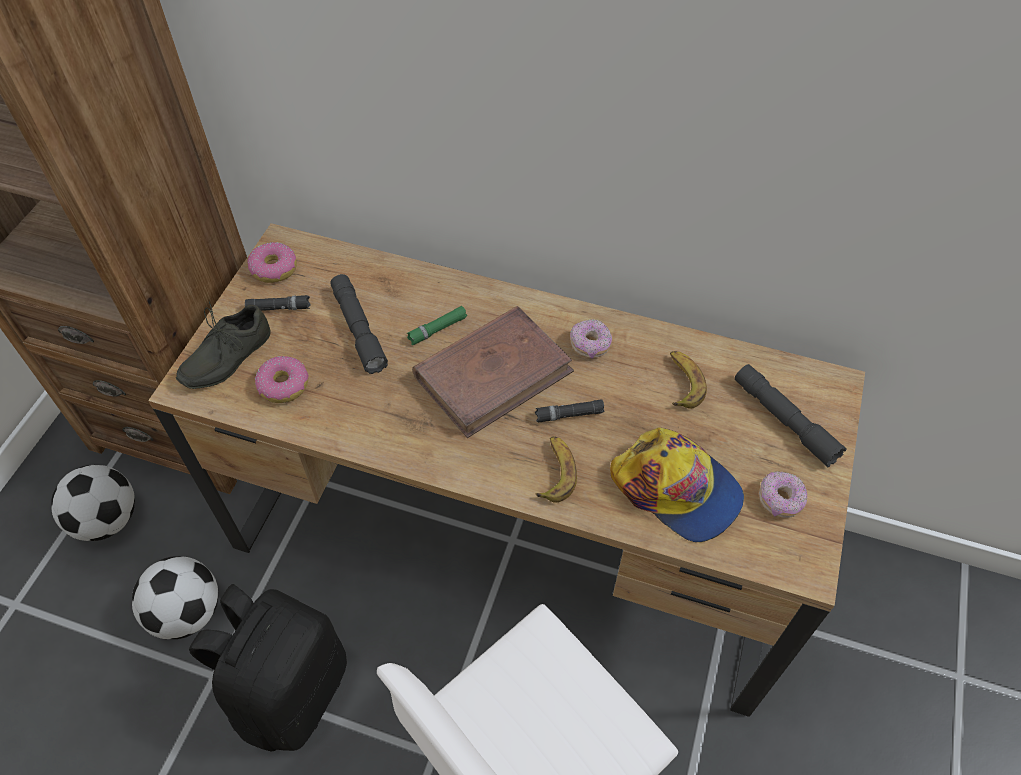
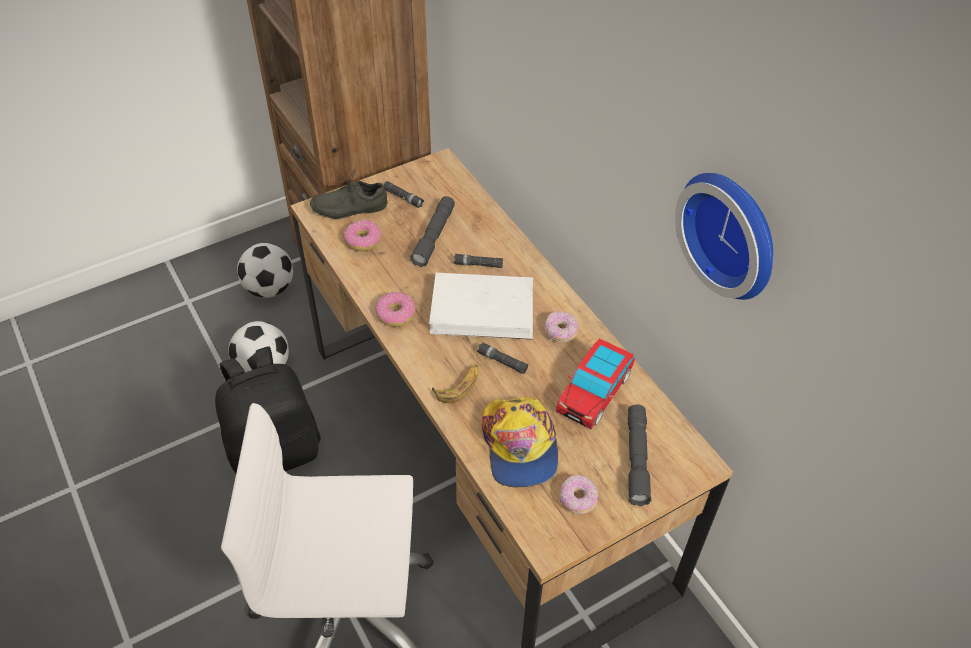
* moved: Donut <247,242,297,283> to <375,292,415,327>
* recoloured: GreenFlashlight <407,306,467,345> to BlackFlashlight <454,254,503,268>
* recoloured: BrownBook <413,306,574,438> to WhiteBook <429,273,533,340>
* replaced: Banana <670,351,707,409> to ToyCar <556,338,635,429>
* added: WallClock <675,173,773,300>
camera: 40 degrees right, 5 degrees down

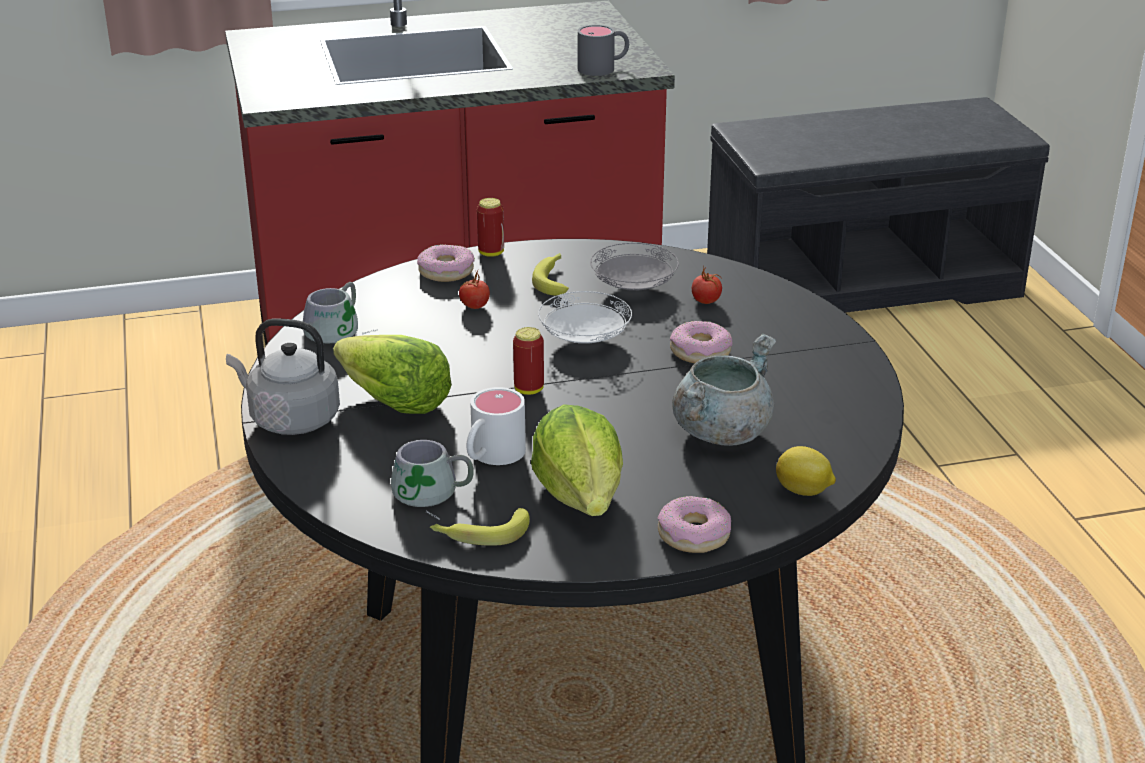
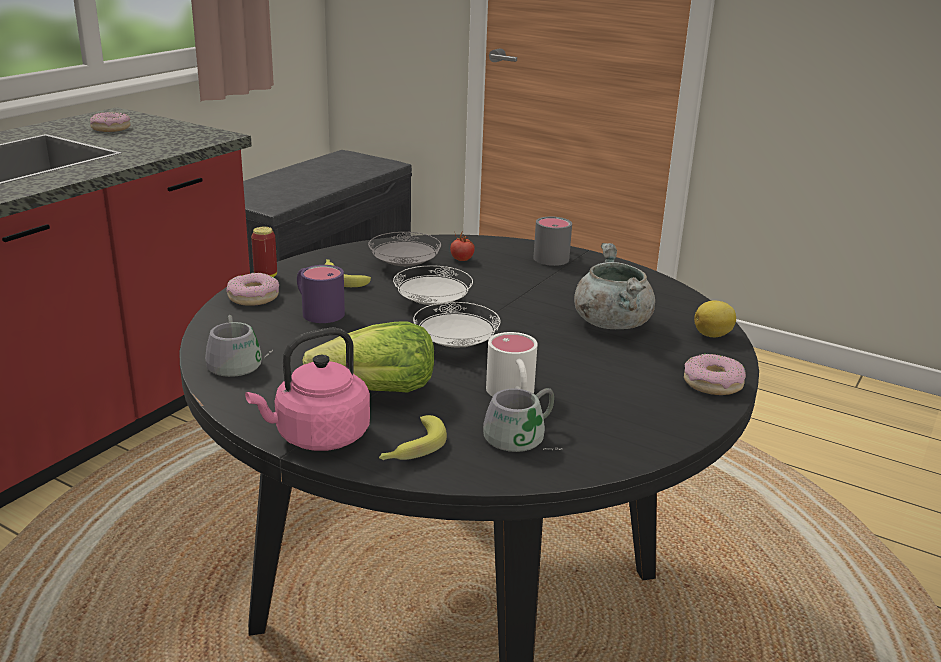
* recoloured: GreyKettle <226,318,340,435> to PinkKettle <245,328,370,451>
* moved: Banana <430,508,530,546> to <379,415,447,460>
* replaced: Tomato <459,271,490,309> to PurpleMug <297,265,345,323>
* replaced: Can <513,327,544,395> to WhitePlate <413,302,500,348>
* removed: Lettuce <531,404,623,516>
* moved: GreyMug <578,25,629,76> to <533,217,572,266>
* moved: Donut <670,321,733,363> to <90,112,131,132>
camera: 45 degrees left, 5 degrees down

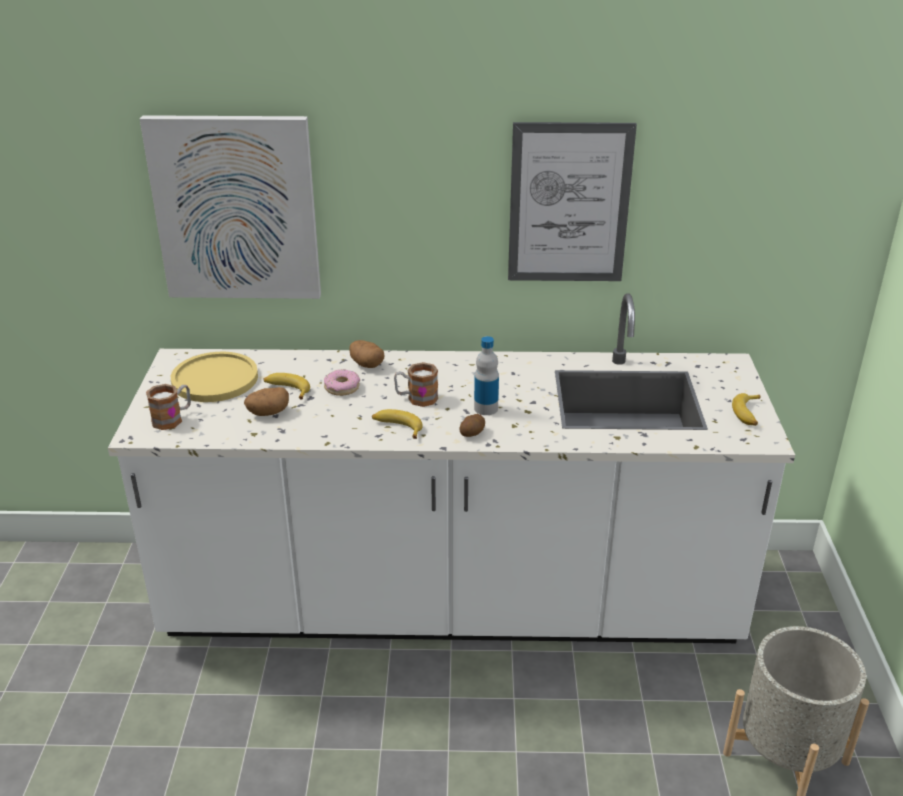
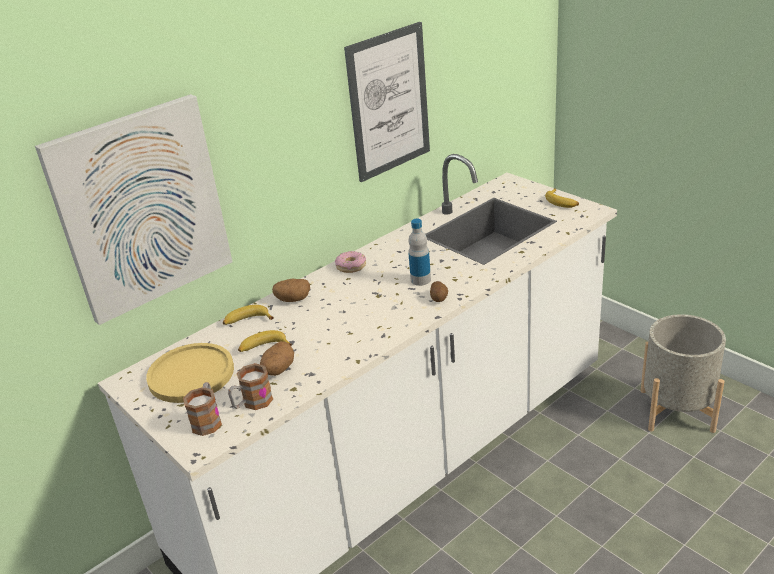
* moved: Donut <324,369,360,396> to <335,251,366,273>
* moved: Banana <372,409,423,439> to <223,305,274,325>
* moved: Mug <394,362,438,407> to <228,363,273,410>
camera: 40 degrees left, 0 degrees up

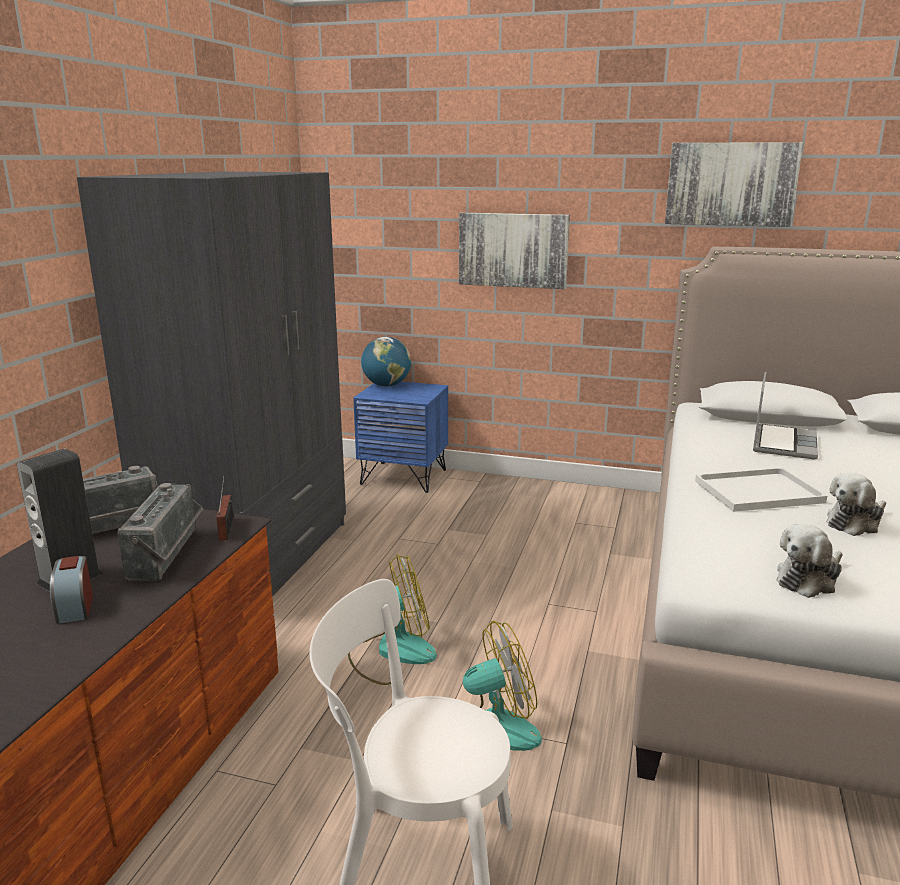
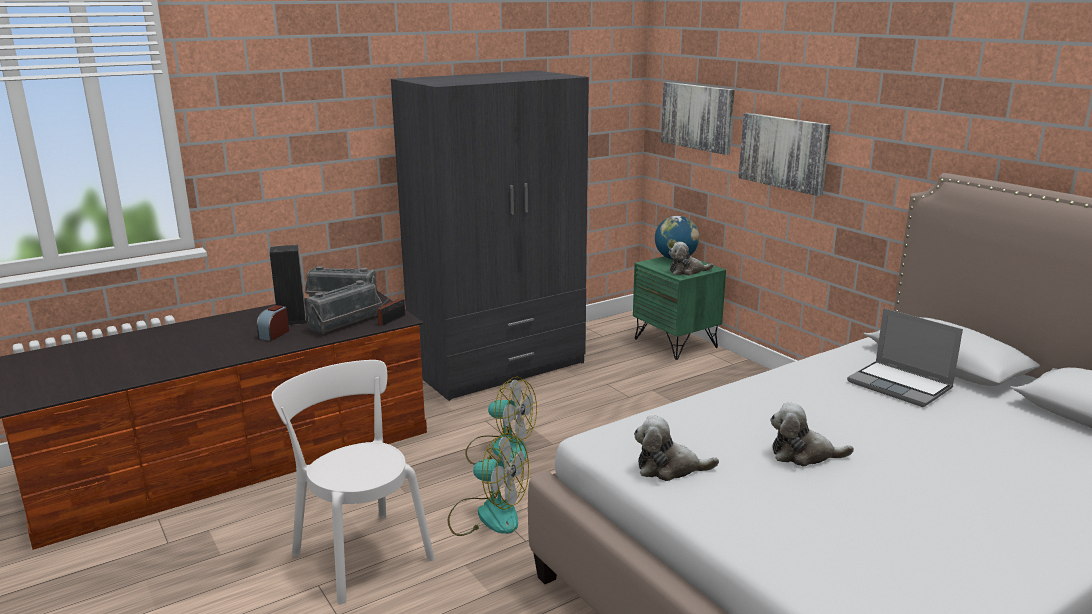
* recoloured: BlueNightstand <353,381,448,493> to GreenNightstand <633,256,726,360>
* moved: Picture <665,142,803,227> to <661,82,735,155>
* removed: WhiteTray <695,468,827,512>
* turned: Laptop <753,372,818,460> = <847,308,963,407> 75 degrees clockwise
* added: PlushToy <669,242,714,276>
camera: 40 degrees right, 0 degrees up

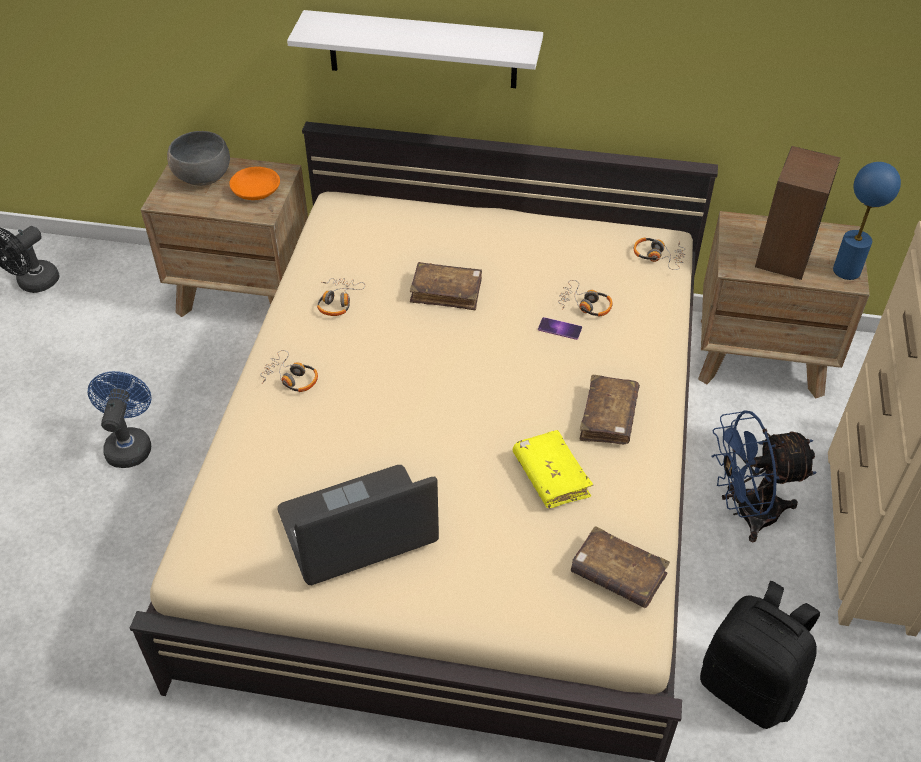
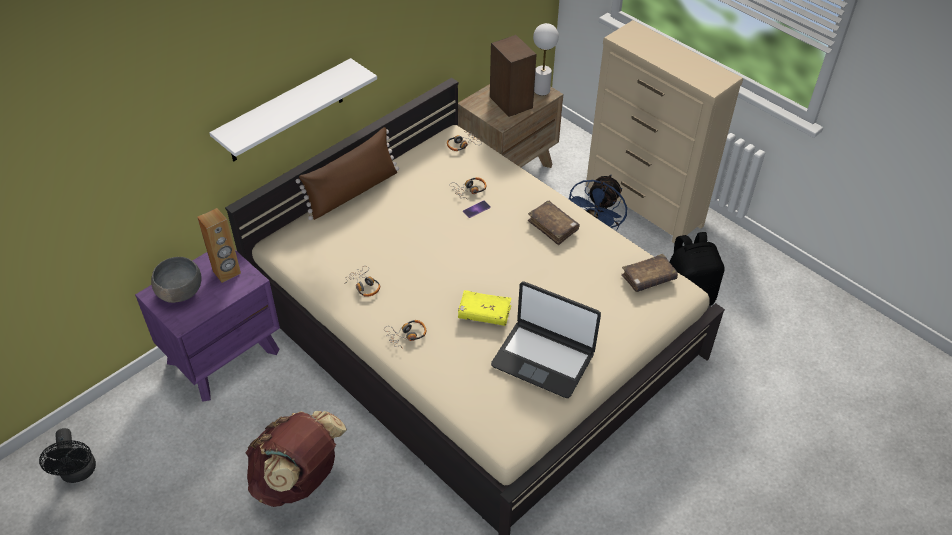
* replaced: BlueFan <88,371,151,468> to BrownBackpack <245,411,347,507>
* recoloured: BrownNightstand <141,157,308,317> to PurpleNightstand <135,250,280,402>
* replaced: OrangeBowl <229,167,280,200> to BrownSpeaker <197,208,241,283>
* turned: Laptop <277,465,439,585> = <491,281,601,398> 75 degrees counterclockwise
* removed: BrownBook <410,262,482,310>
* moved: YellowBook <513,430,593,508> to <458,290,512,326>
* recoloured: BlueTableLamp <833,162,901,280> to WhiteTableLamp <533,23,559,96>
* added: BrownPillow <296,127,399,220>
camera: 55 degrees left, 0 degrees up

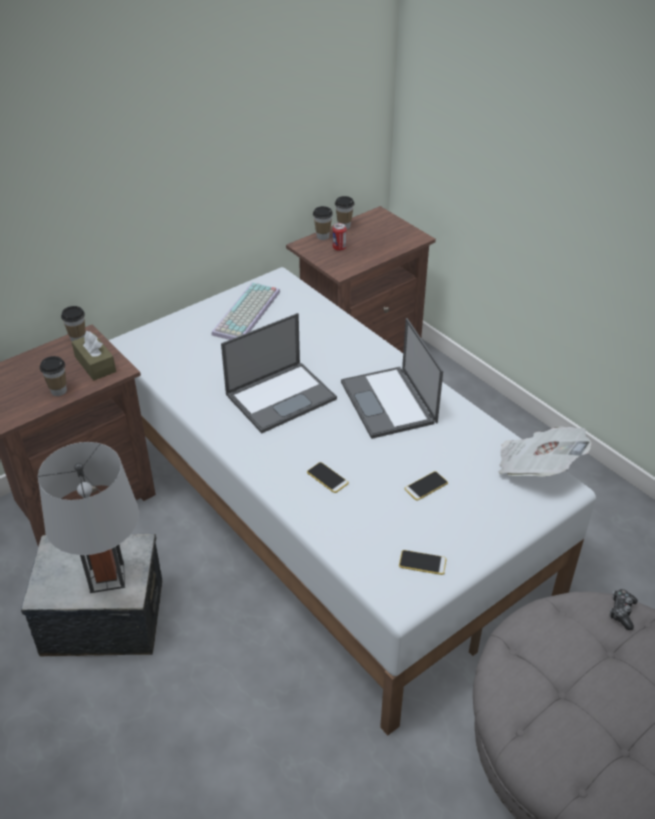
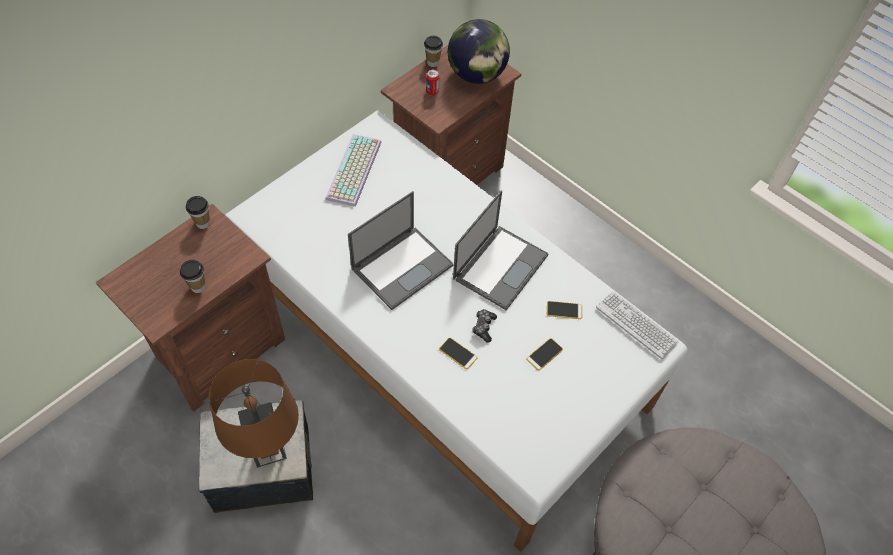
* recoloured: GreyTableLamp <38,442,139,593> to BrownTableLamp <209,359,299,468>
* removed: BrownTissueBox <72,331,116,381>
* removed: Cup <313,206,333,240>
* turned: Laptop <341,318,443,439> = <453,190,549,310> 120 degrees counterclockwise
* moved: Phone <399,550,447,575> to <547,301,582,319>
* replaced: Newspaper <499,426,592,477> to Keyboard <596,291,679,359>
* moved: GameController <610,589,638,630> to <473,309,497,343>
* added: Globe <448,19,510,84>
camera: 10 degrees left, 15 degrees up

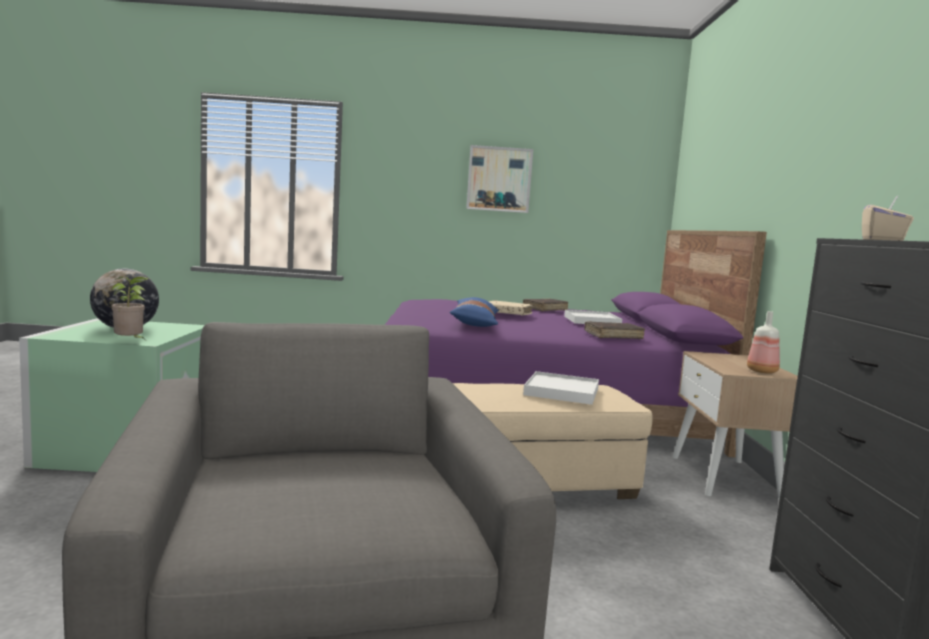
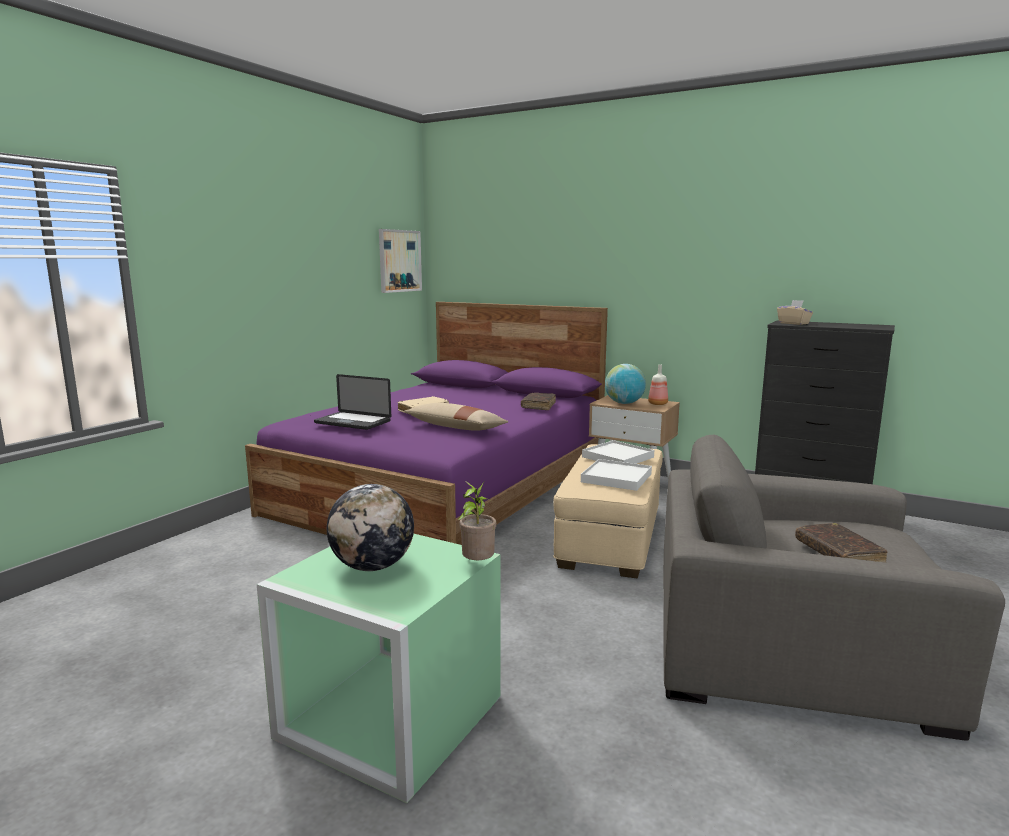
* recoloured: BluePillow <450,297,499,327> to BeigePillow <404,403,508,431>
* moved: Picture <466,145,533,213> to <379,229,422,293>
* moved: BrownBook <523,299,569,311> to <795,523,888,563>
* moved: WhiteTray <564,310,622,324> to <581,459,652,491>
* added: Laptop <314,374,391,430>
* added: Globe <605,364,646,404>
camera: 60 degrees left, 5 degrees up

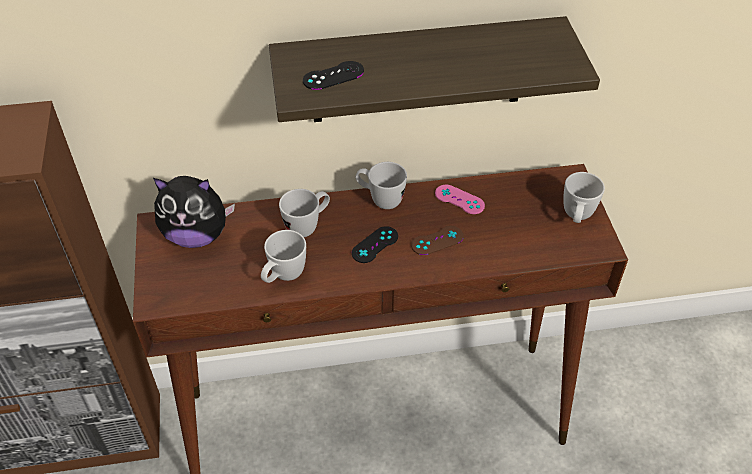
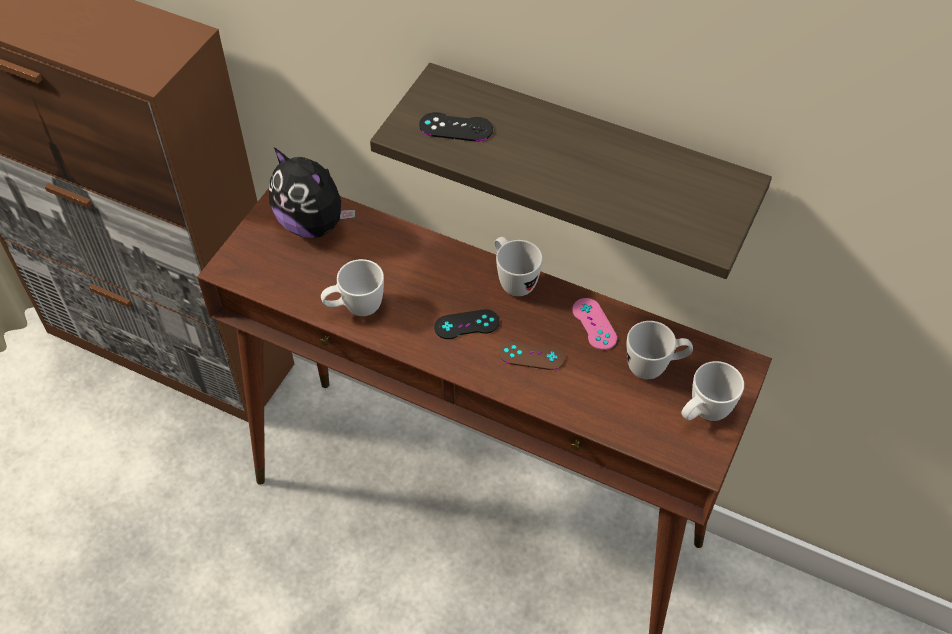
* moved: WhiteMug <279,189,330,237> to <626,321,693,379>
camera: 35 degrees right, 5 degrees up

